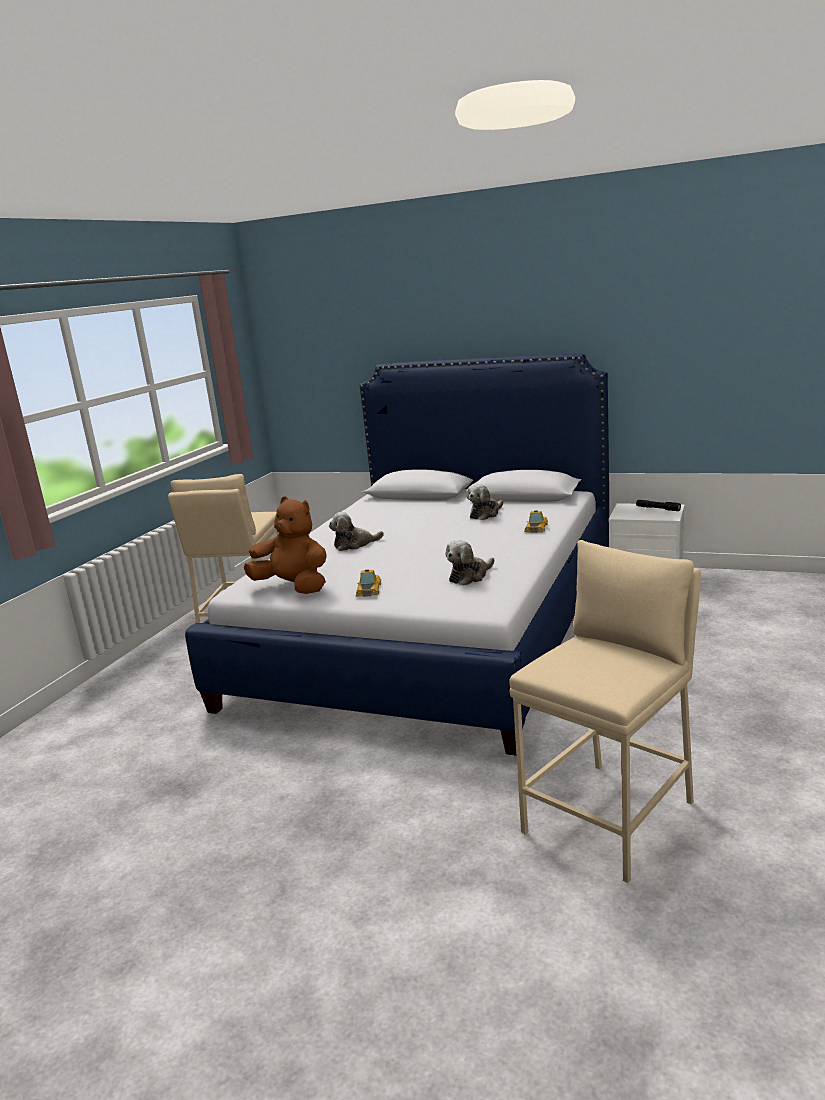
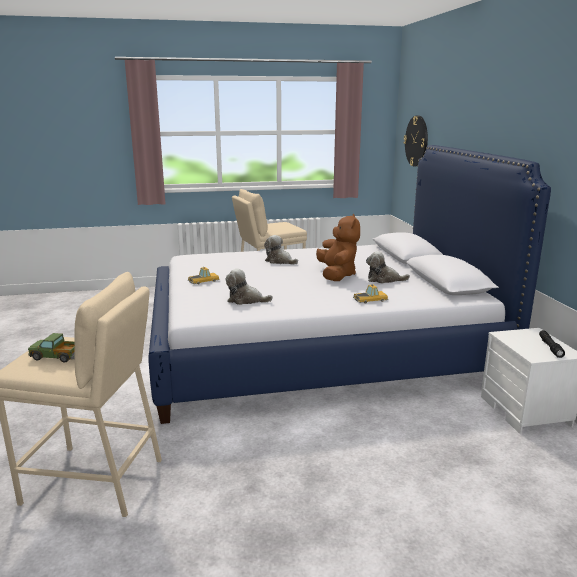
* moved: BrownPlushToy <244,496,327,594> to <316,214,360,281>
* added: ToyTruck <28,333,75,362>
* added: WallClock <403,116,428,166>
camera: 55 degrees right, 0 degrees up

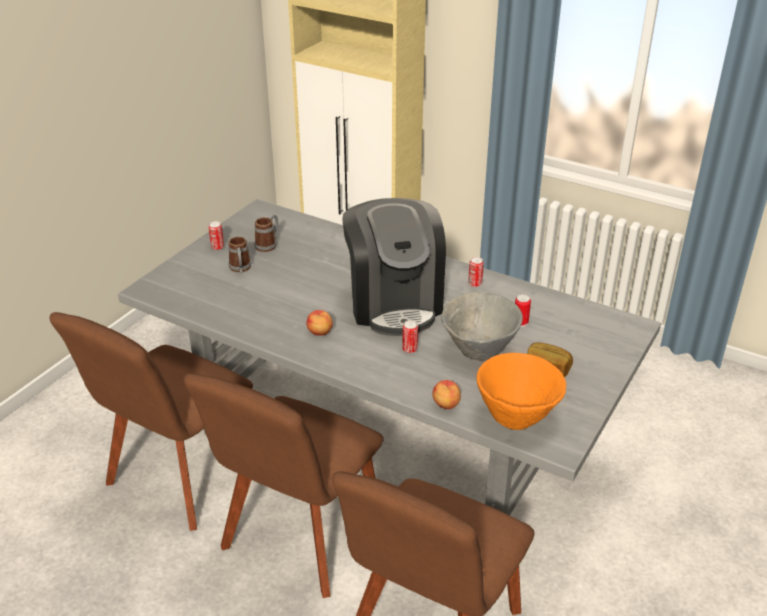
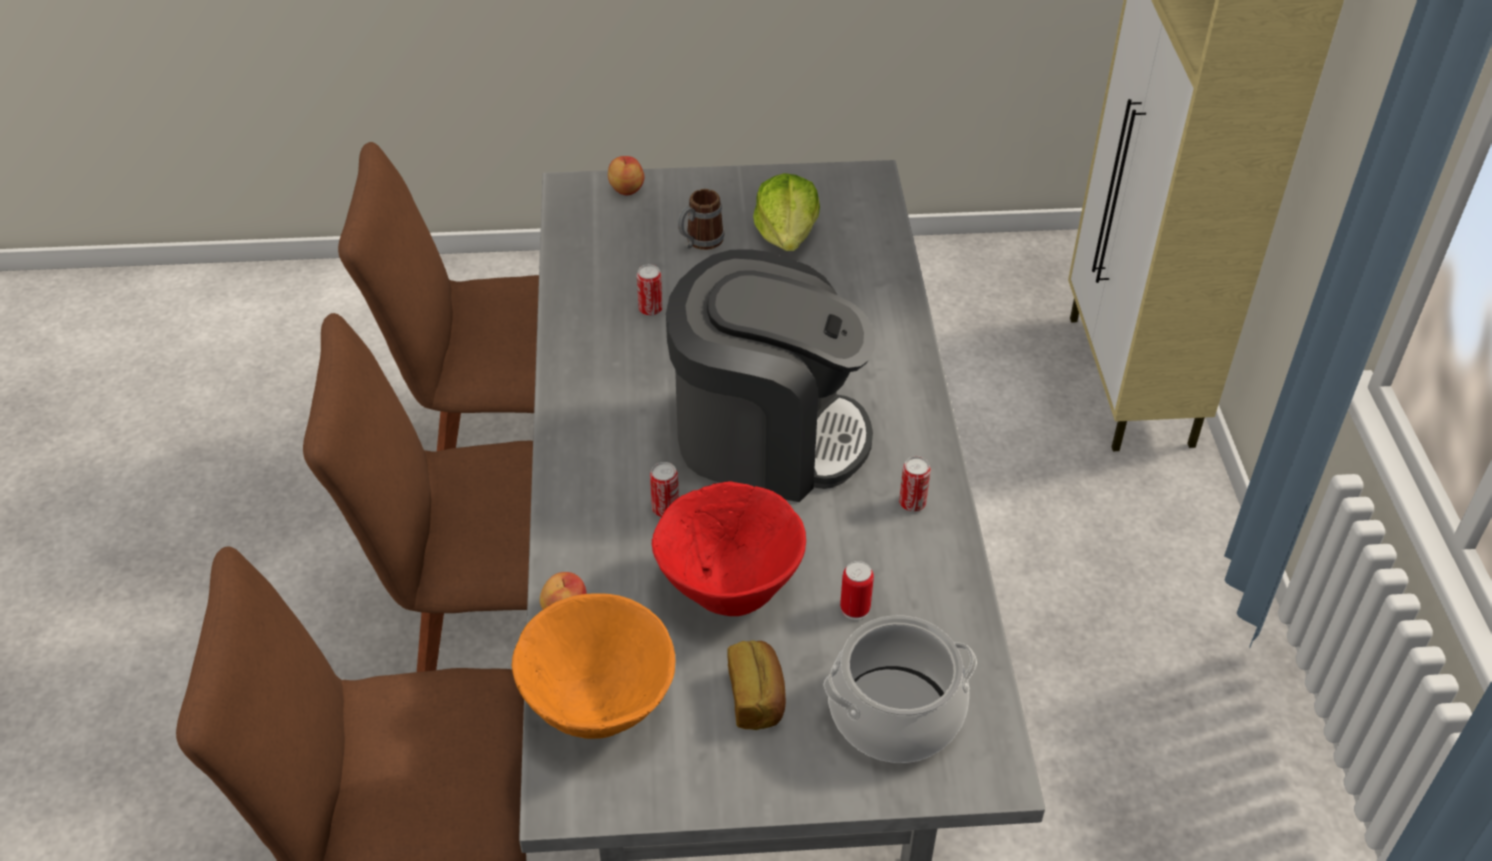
* moved: Can <208,221,224,250> to <637,264,662,316>
* replaced: Mug <254,214,278,252> to Lettuce <753,173,820,251>
* moved: Apple <306,310,333,335> to <608,156,644,195>
* turned: CoffeeMachine <342,198,446,336> = <666,249,875,502> 120 degrees counterclockwise
* recoloured: GreyBowl <441,292,523,361> to RedBowl <652,481,806,616>
* added: CookingPot <824,615,977,763>
camera: 55 degrees right, 10 degrees up

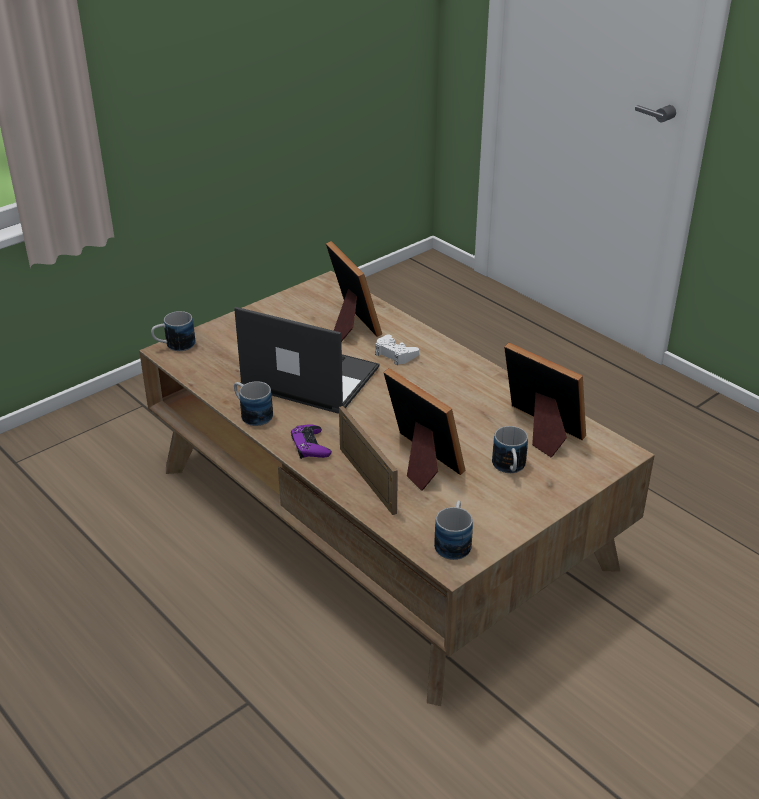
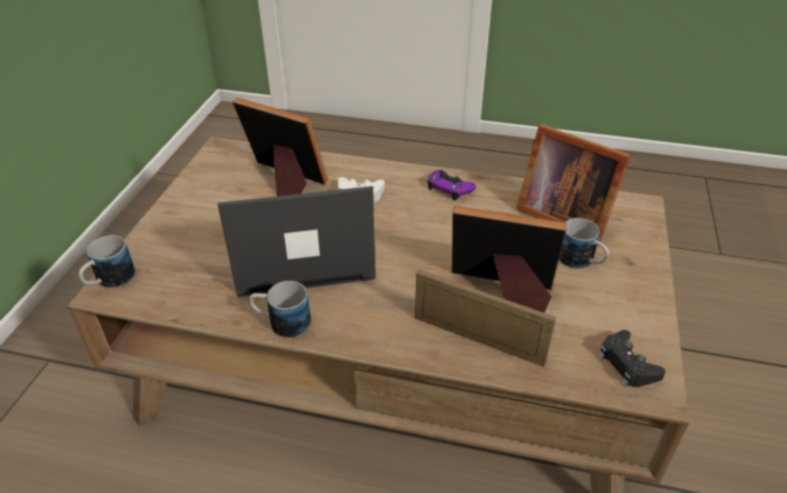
* moved: PurpleGameController <291,424,332,459> to <428,170,476,200>
* replaced: Mug <434,501,473,560> to BlackGameController <598,330,665,387>
* turned: PictureFrame <504,342,586,458> = <516,124,631,242> 150 degrees counterclockwise
camera: 35 degrees left, 5 degrees up

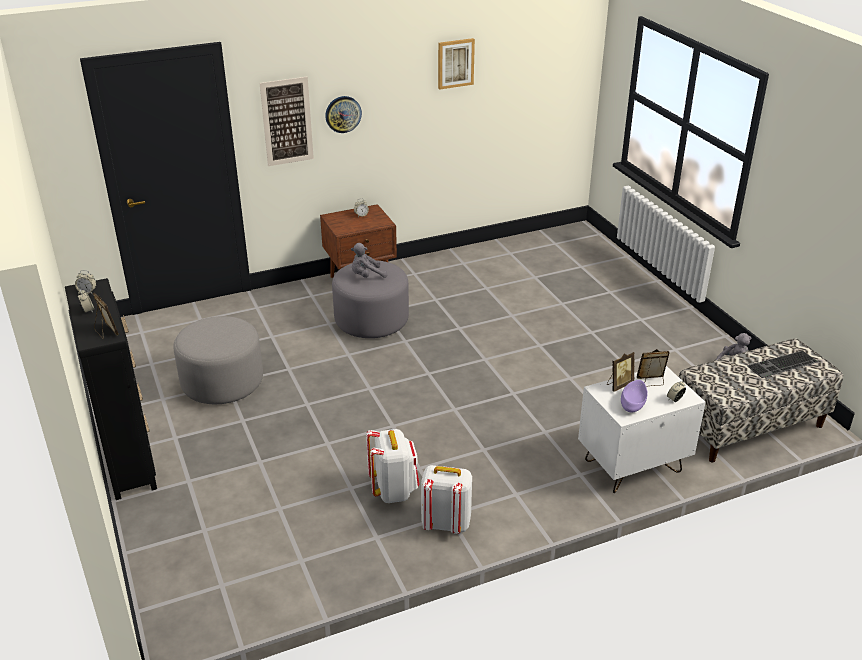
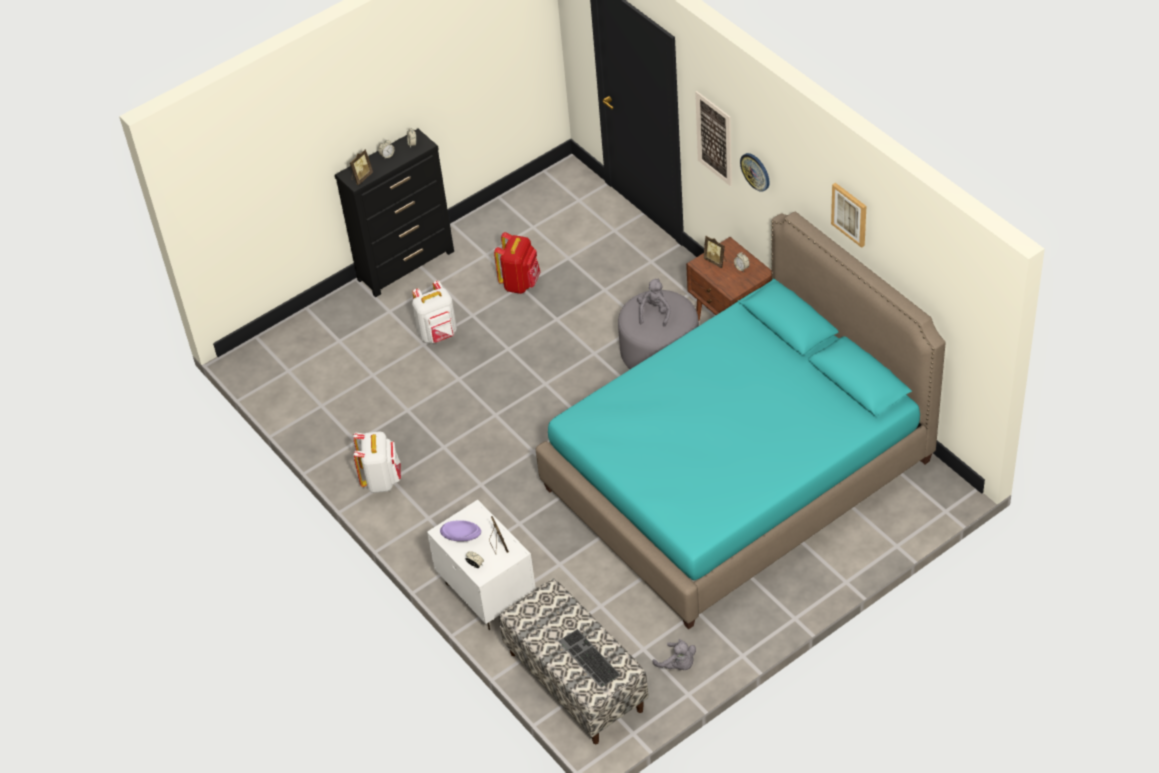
* replaced: GreyOttoman <173,316,263,404> to RedBackpack <494,232,540,294>
* turned: GreyPlushToy <351,243,387,278> = <637,279,671,327> 45 degrees clockwise
* moved: WhiteBackpack <366,429,420,503> to <412,281,457,343>
* moved: PictureFrame <607,352,635,392> to <703,235,726,268>
* added: TurquoiseBed <535,212,946,629>
camera: 80 degrees right, 15 degrees up

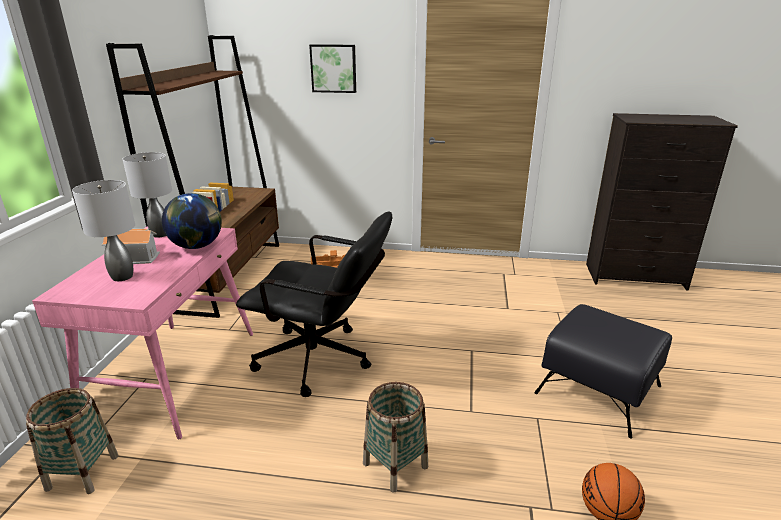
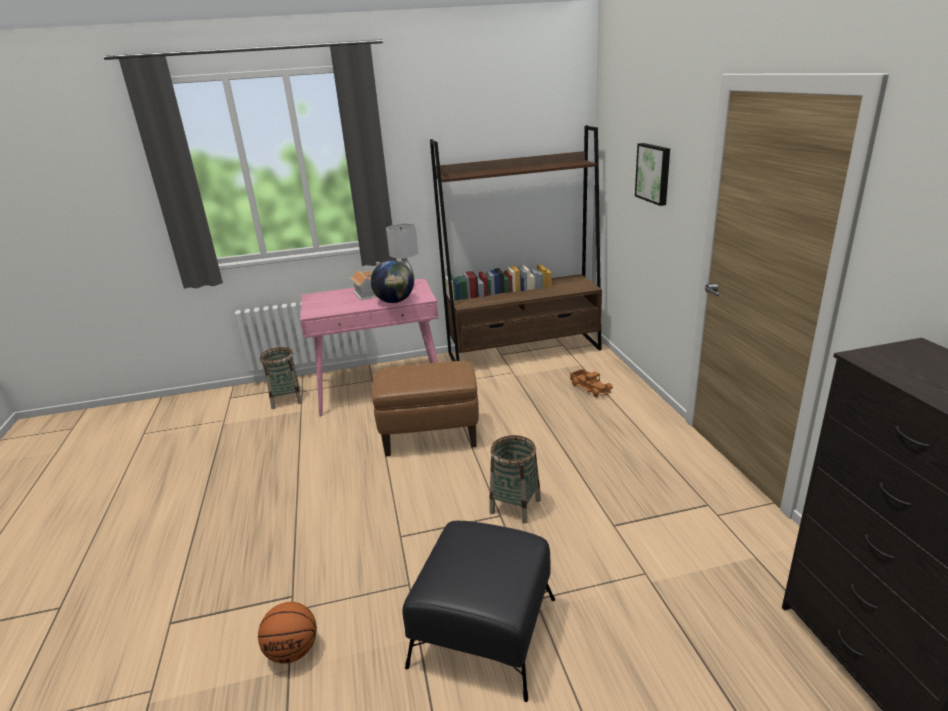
* removed: GreyTableLamp <72,180,135,281>
* replaced: BlackOfficeChair <236,211,392,397> to BrownOttoman <372,361,479,456>
* moved: Basket <363,382,428,493> to <489,435,541,524>
camera: 70 degrees right, 0 degrees up

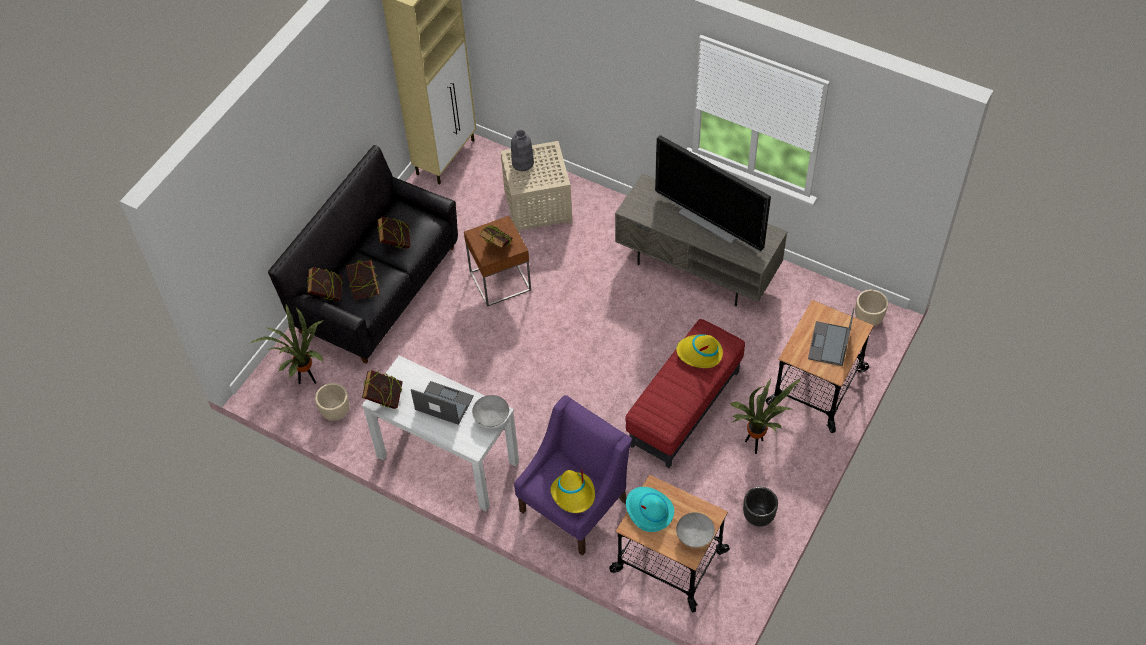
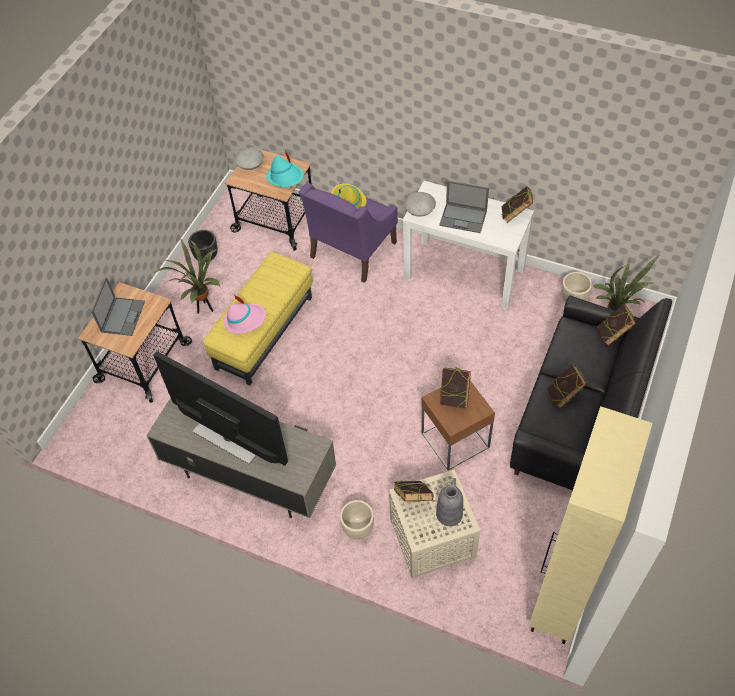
* moved: Book <346,260,380,300> to <394,480,433,502>
* recoloured: RedOttoman <625,319,745,468> to YellowOttoman <203,252,313,385>
* recoloured: YellowHat <676,334,723,368> to PinkHat <224,294,266,334>
* moved: BeigePlanter <855,290,888,326> to <340,500,374,539>
camera: 175 degrees right, 0 degrees up

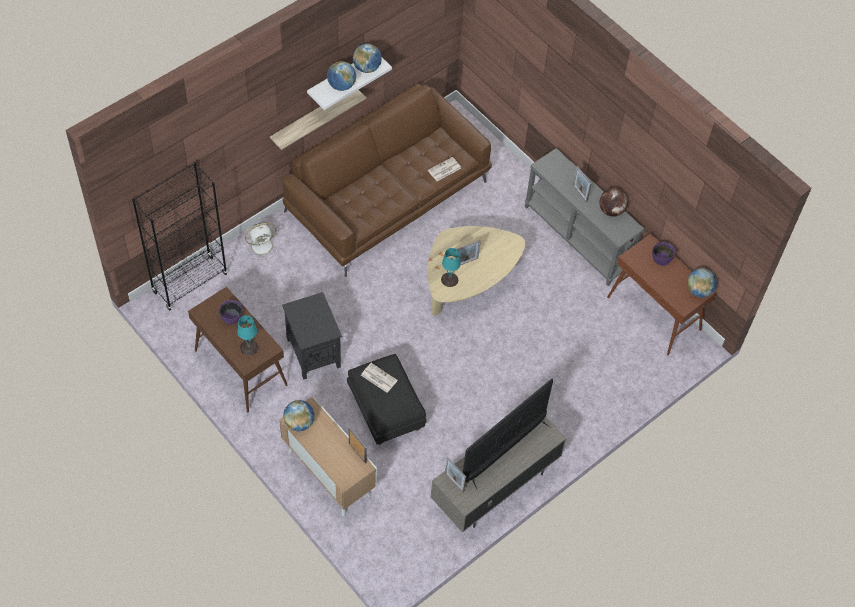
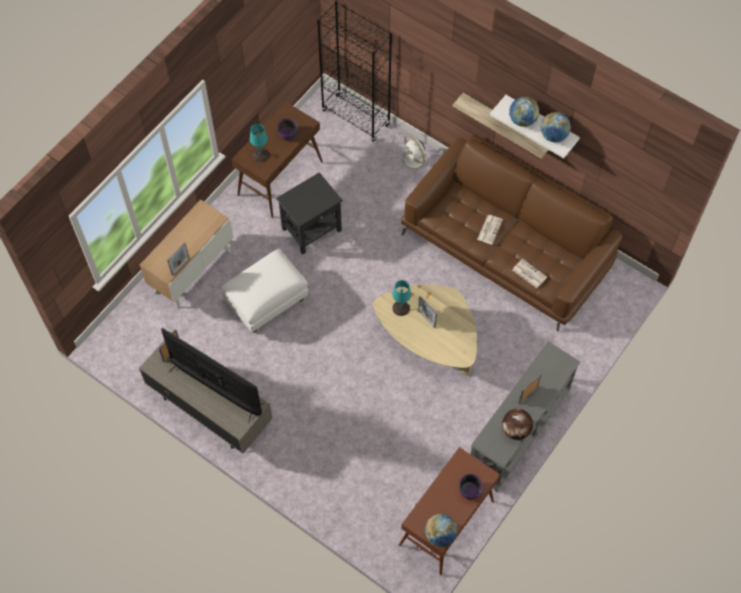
* removed: Globe <283,400,315,431>
* recoloured: BlackOttoman <347,354,427,445> to WhiteOttoman <221,249,308,333>
* moved: Newspaper <361,363,398,393> to <477,215,503,244>
camera: 80 degrees right, 5 degrees up

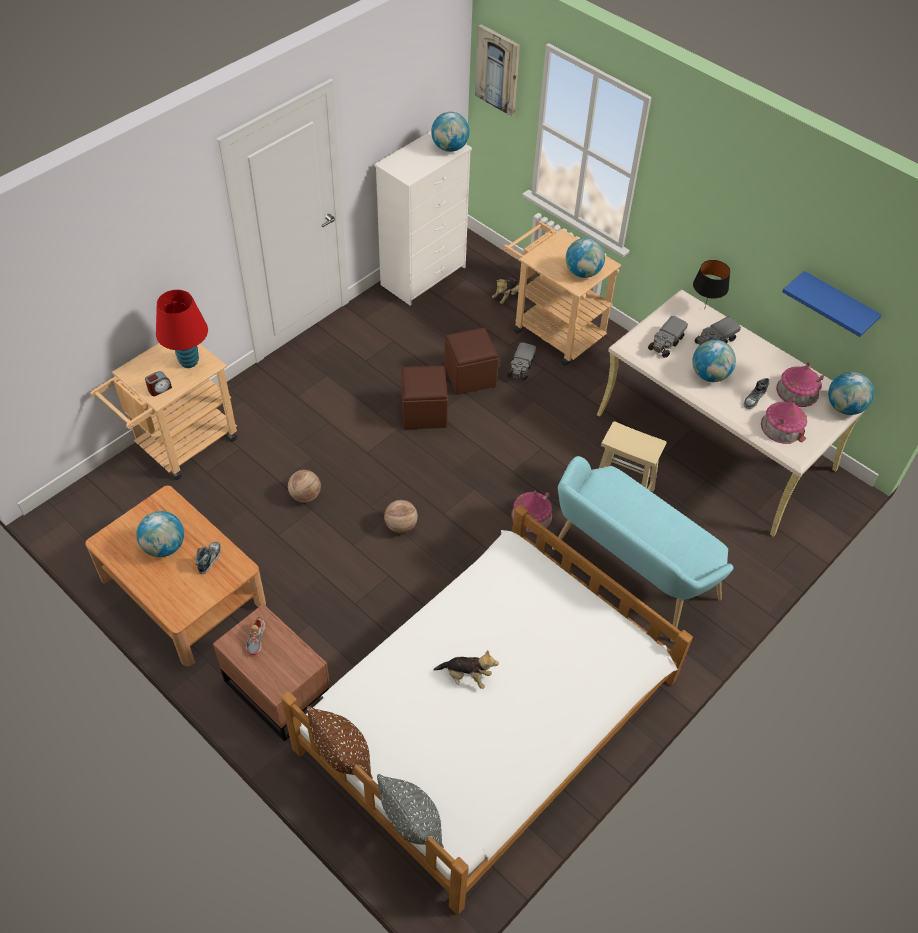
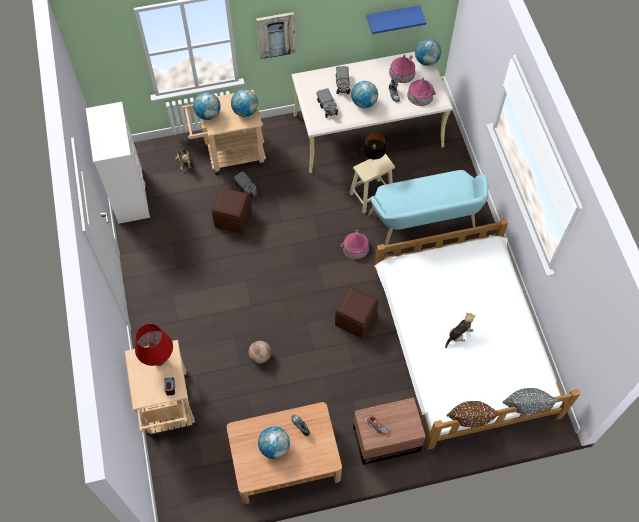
* removed: Basketball <384,500,418,533>
* moved: BrownOttoman <401,366,448,429> to <335,287,378,339>
* moved: Globe <431,112,470,152> to <193,92,221,120>
* moved: Picture <475,24,520,117> to <256,12,296,60>
* moved: BlackTableLamp <693,260,730,310> to <362,133,386,160>
camera: 55 degrees left, 10 degrees up

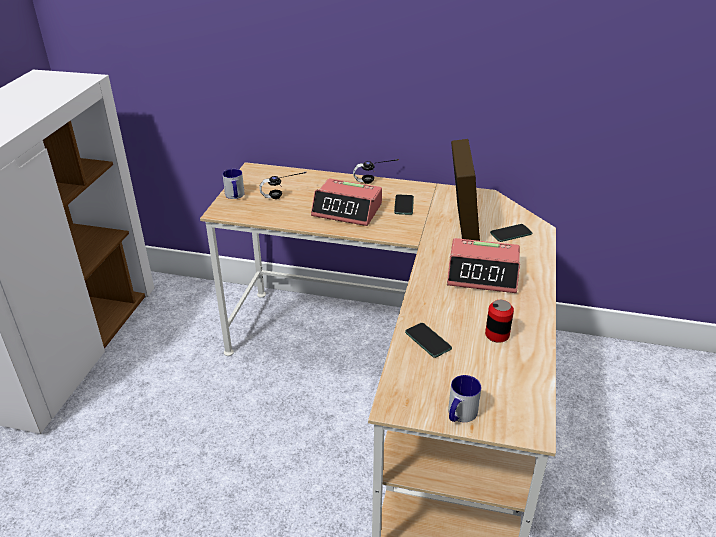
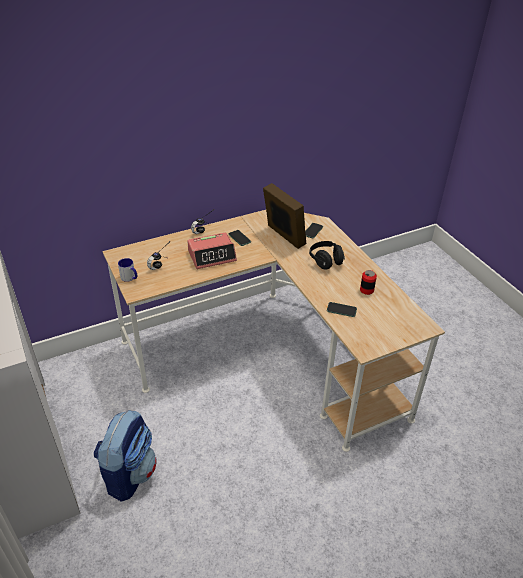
* replaced: AlarmClock <447,238,520,293> to BlackHeadphones <309,241,345,269>
* removed: Mug <448,375,481,422>
* added: Backpack <94,410,157,502>
camera: 40 degrees left, 5 degrees up

